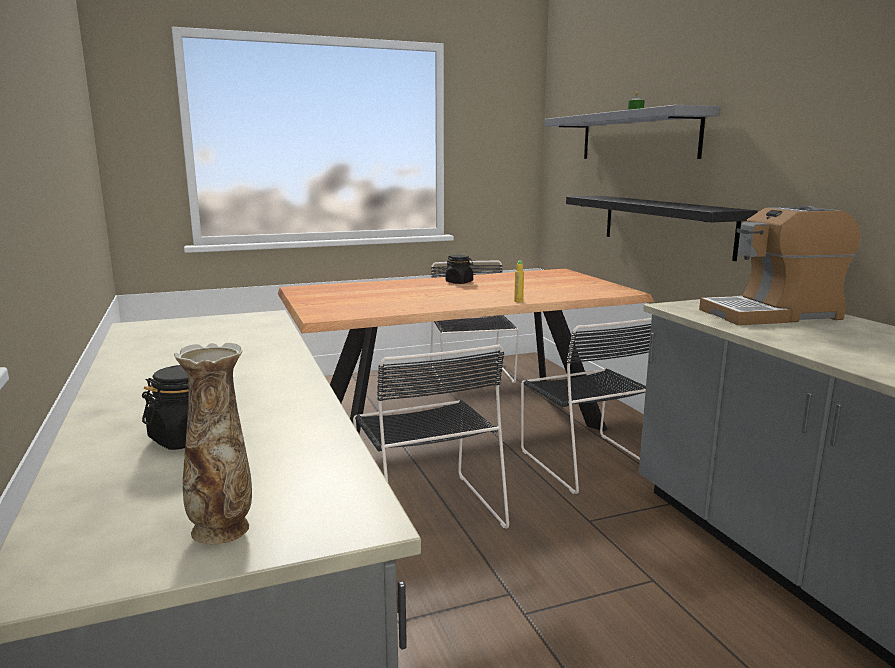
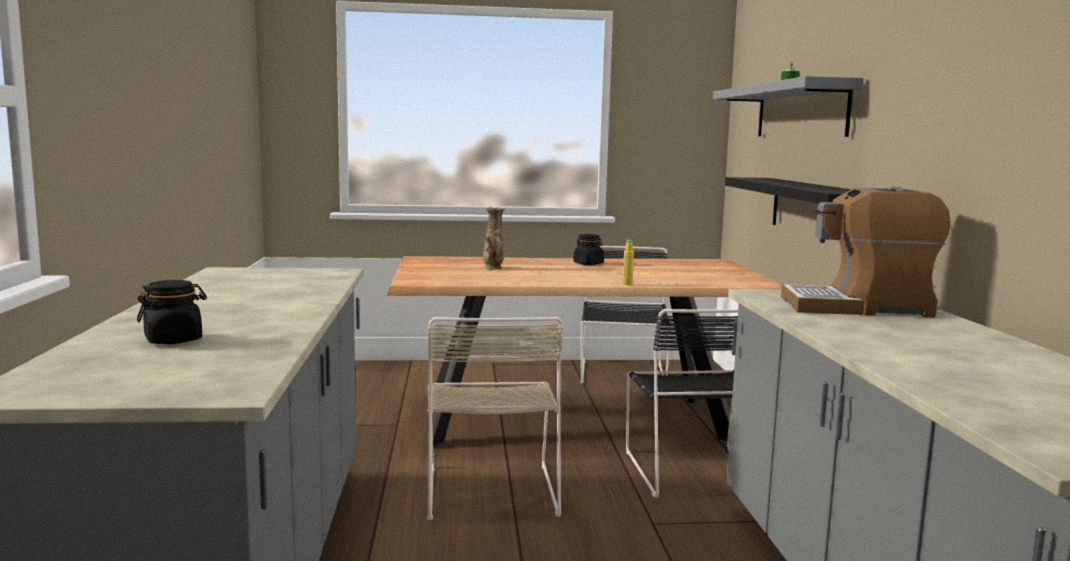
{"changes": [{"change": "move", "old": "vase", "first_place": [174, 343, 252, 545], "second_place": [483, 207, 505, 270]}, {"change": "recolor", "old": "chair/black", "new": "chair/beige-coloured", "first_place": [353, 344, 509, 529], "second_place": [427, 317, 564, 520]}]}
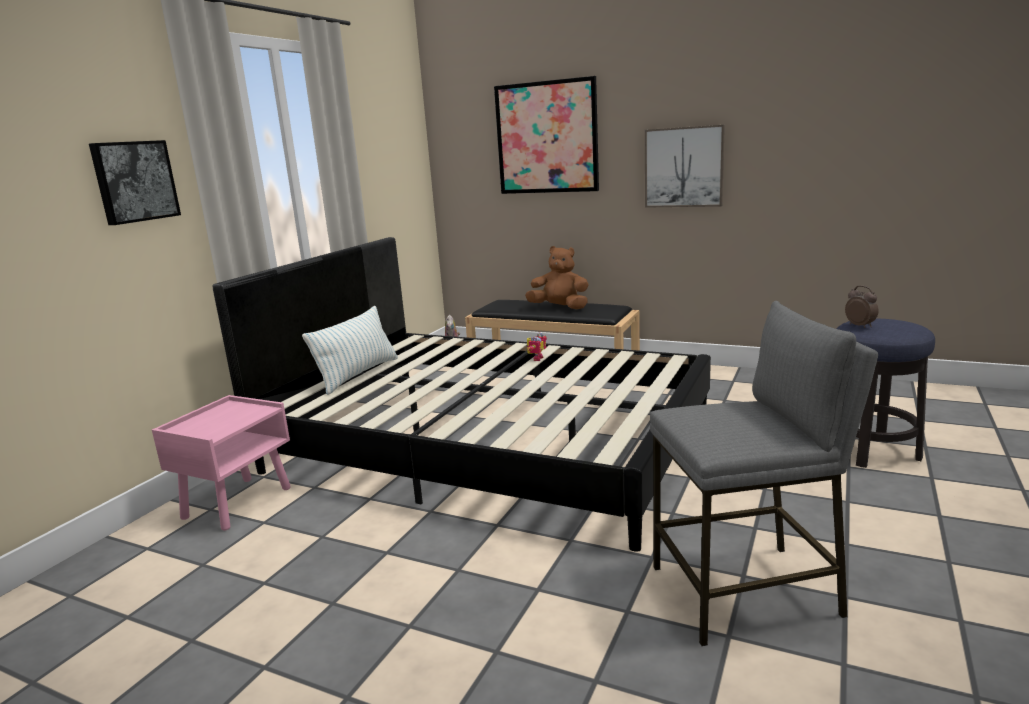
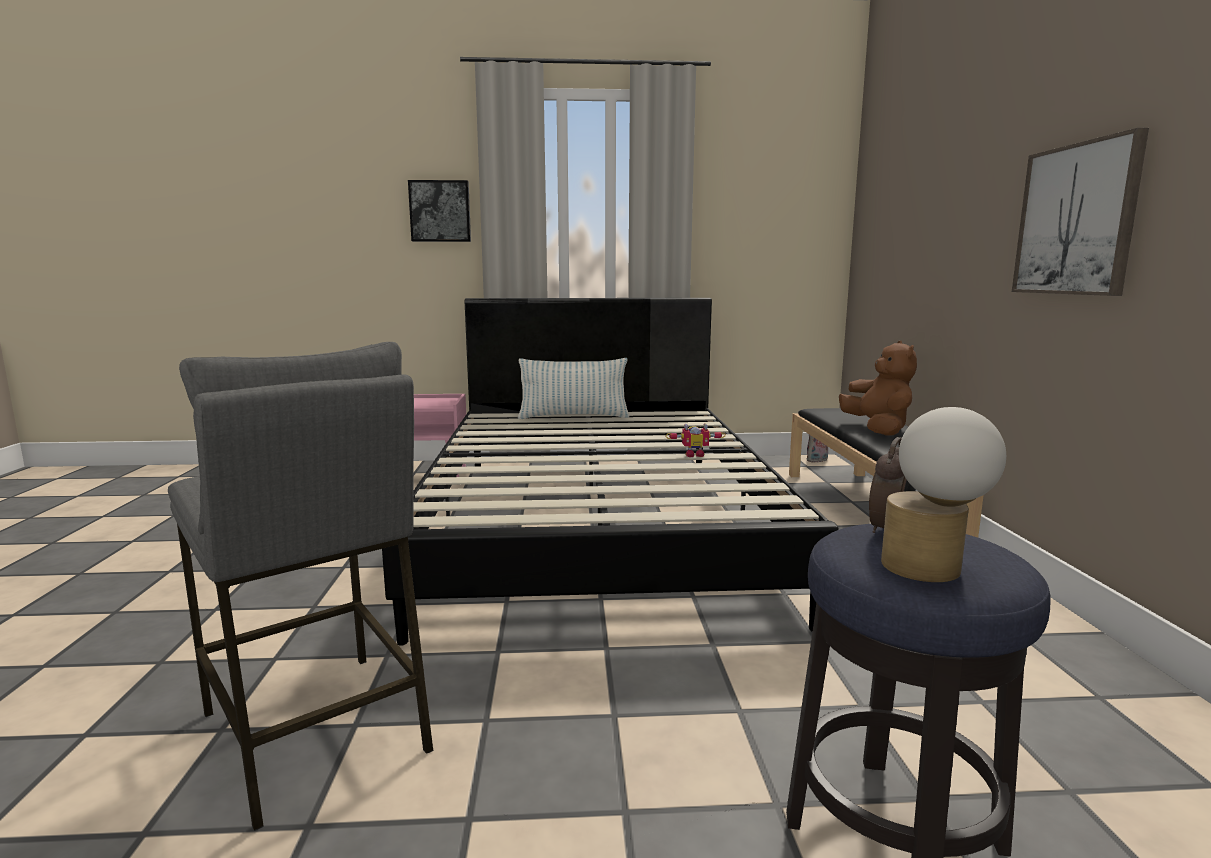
{"changes": [{"change": "delete", "old": "picture", "first_place": [494, 76, 599, 194]}, {"change": "insert", "new": "lamp for a table", "second_place": [881, 407, 1006, 582]}]}
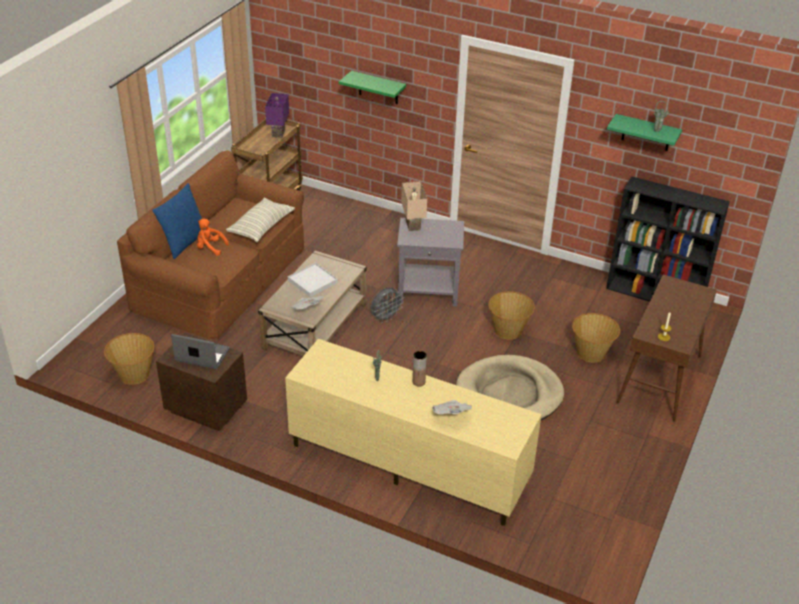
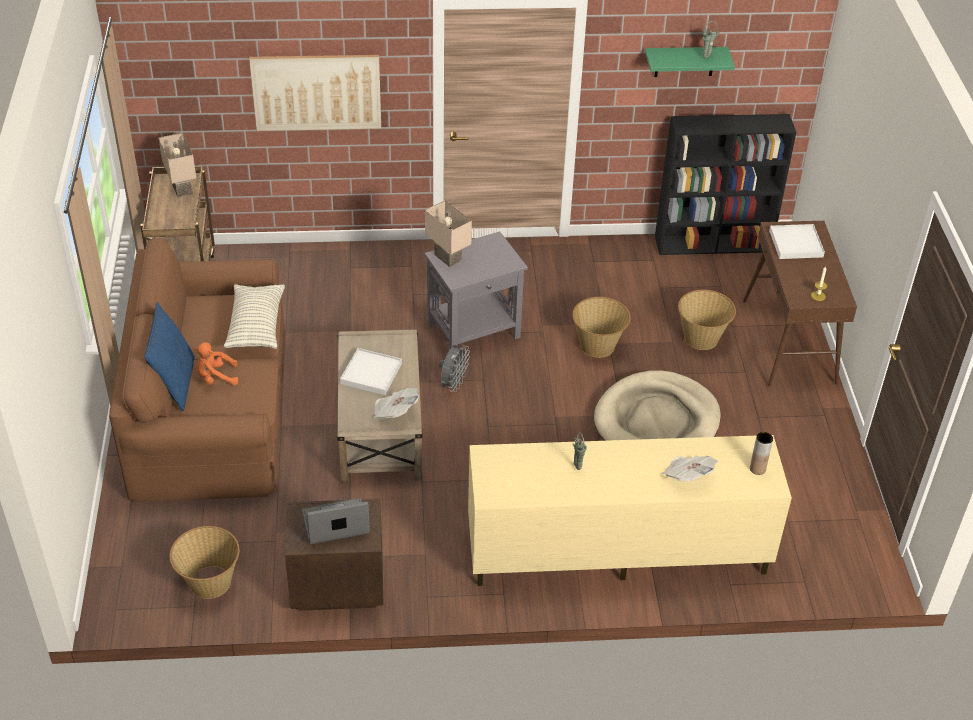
{"changes": [{"change": "insert", "new": "tray/white", "second_place": [769, 224, 825, 259]}, {"change": "move", "old": "vase/brownish", "first_place": [413, 351, 427, 387], "second_place": [750, 432, 773, 475]}, {"change": "replace", "old": "bracket shelf/green-coloured", "new": "picture", "first_place": [339, 71, 406, 104], "second_place": [249, 55, 381, 131]}, {"change": "recolor", "old": "lamp for a table/purple-coloured", "new": "lamp for a table/beige-coloured", "first_place": [265, 93, 289, 138], "second_place": [158, 133, 196, 197]}]}
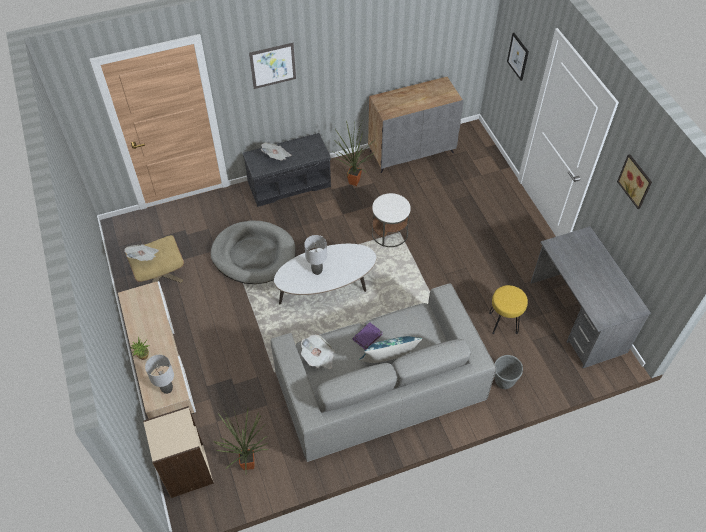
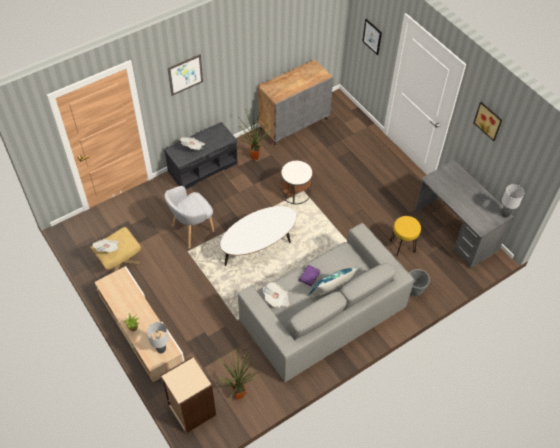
{"changes": [{"change": "move", "old": "lamp for a table/grey", "first_place": [304, 235, 327, 275], "second_place": [502, 184, 525, 218]}, {"change": "replace", "old": "dog bed/grey", "new": "easy chair/grey", "first_place": [211, 221, 295, 284], "second_place": [164, 186, 215, 248]}]}
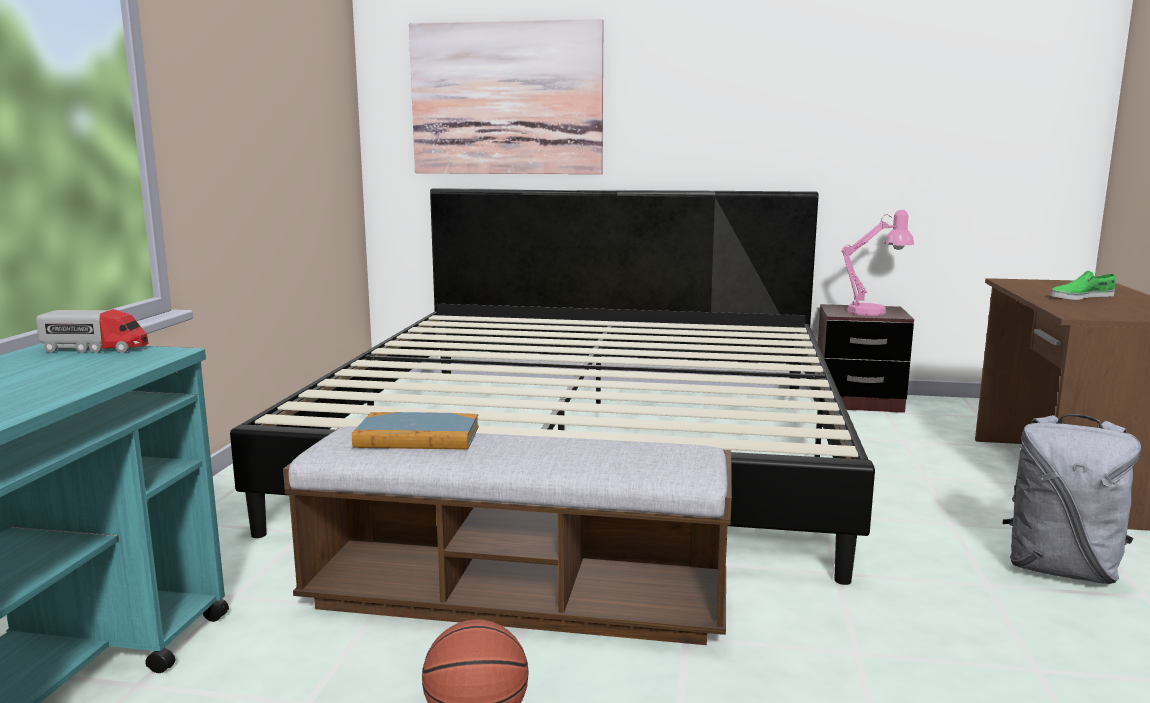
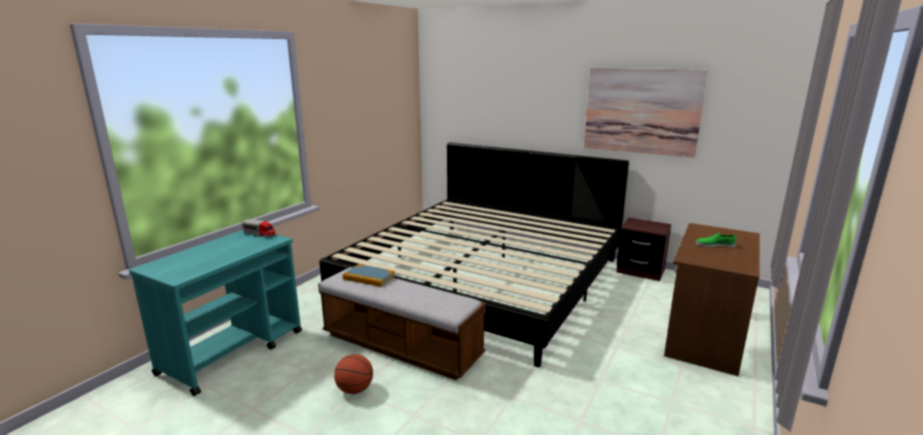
{"changes": [{"change": "delete", "old": "lamp for a table/pink-coloured", "first_place": [841, 210, 914, 316]}, {"change": "delete", "old": "rucksack/grey", "first_place": [1002, 414, 1141, 584]}, {"change": "move", "old": "picture", "first_place": [409, 19, 604, 174], "second_place": [584, 67, 708, 158]}]}
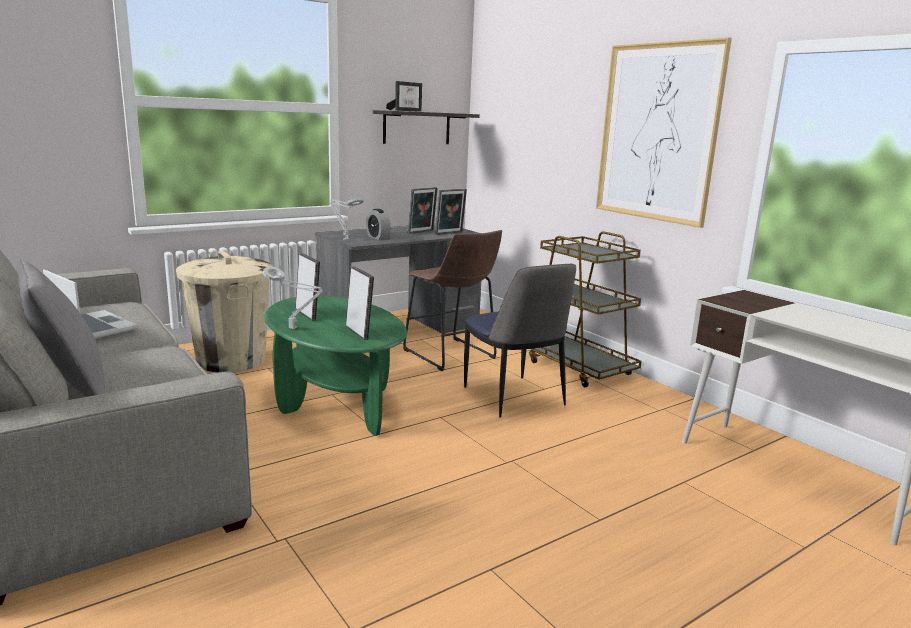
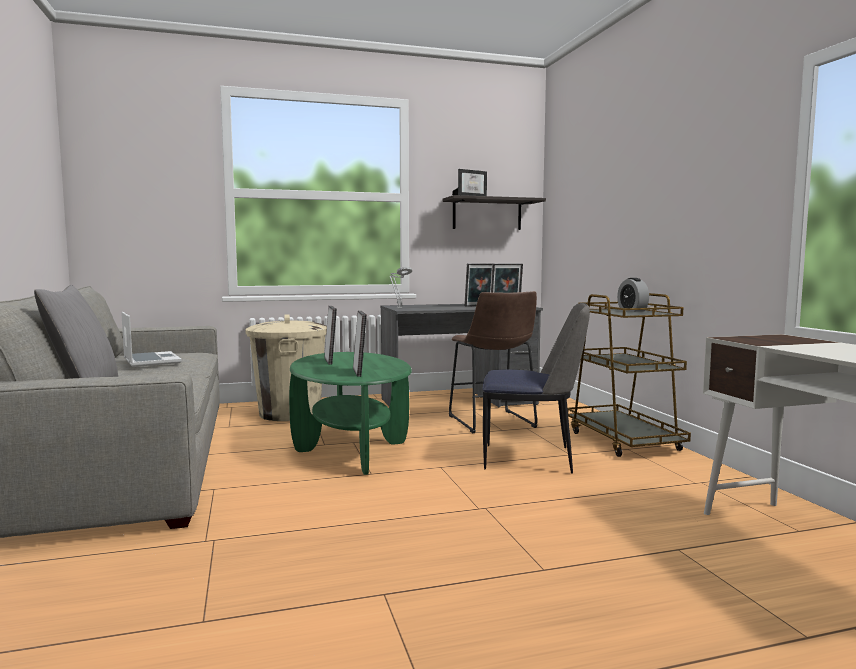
{"changes": [{"change": "delete", "old": "lamp for a table/grey", "first_place": [263, 267, 323, 329]}, {"change": "delete", "old": "picture", "first_place": [596, 37, 732, 228]}, {"change": "move", "old": "table clock", "first_place": [366, 209, 391, 240], "second_place": [617, 278, 649, 312]}, {"change": "rotate", "old": "chair", "first_place": [464, 264, 576, 418], "second_place": [482, 303, 590, 473], "degrees": -75}]}
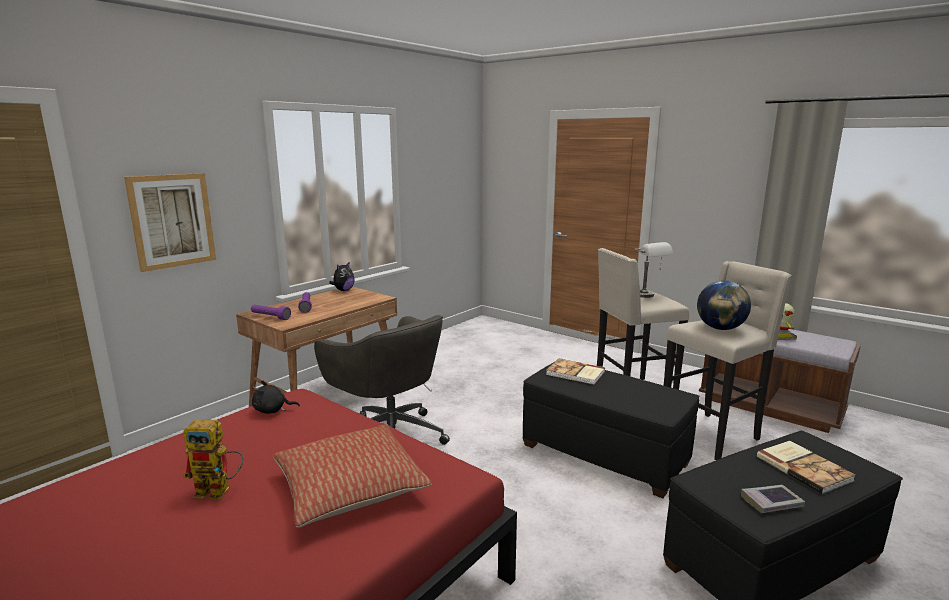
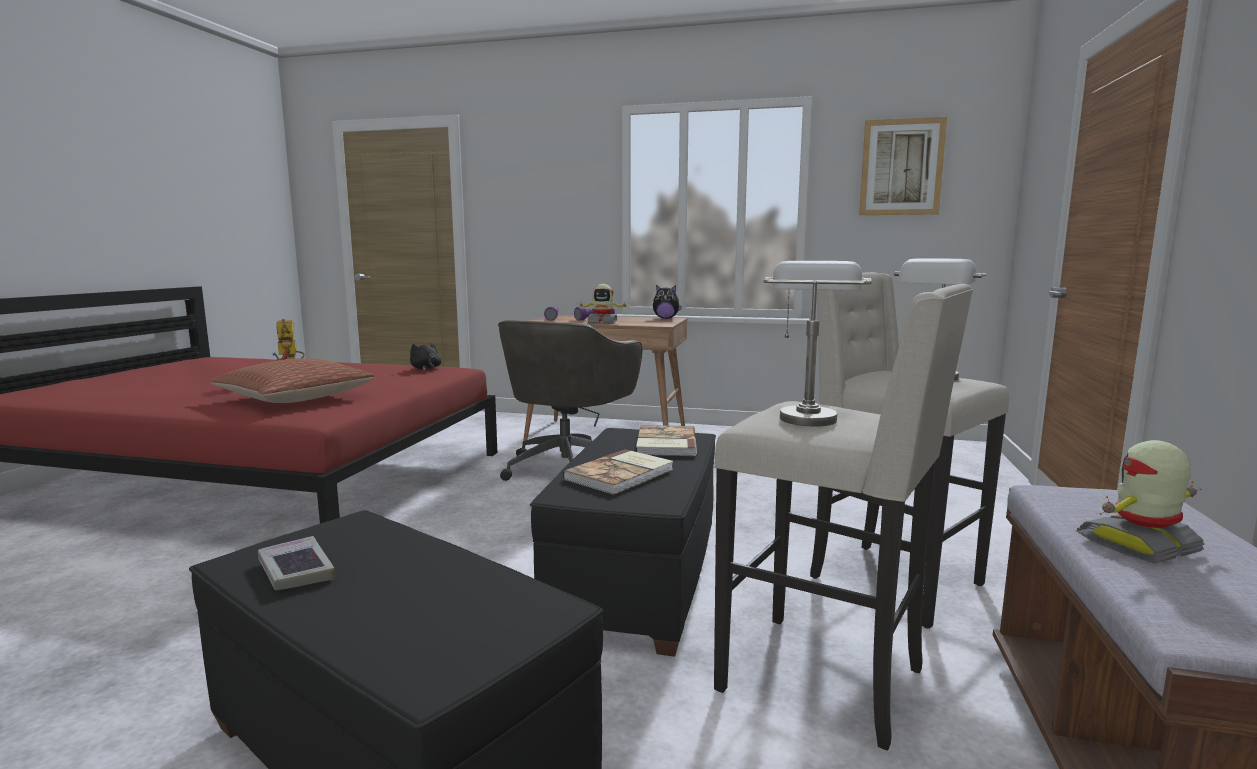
{"changes": [{"change": "insert", "new": "toy robot", "second_place": [578, 284, 629, 324]}, {"change": "move", "old": "picture", "first_place": [124, 173, 216, 272], "second_place": [859, 117, 947, 215]}, {"change": "move", "old": "volume", "first_place": [757, 441, 856, 494], "second_place": [563, 449, 674, 495]}, {"change": "replace", "old": "world globe", "new": "lamp for a table/grey", "first_place": [697, 280, 751, 330], "second_place": [763, 261, 872, 426]}]}
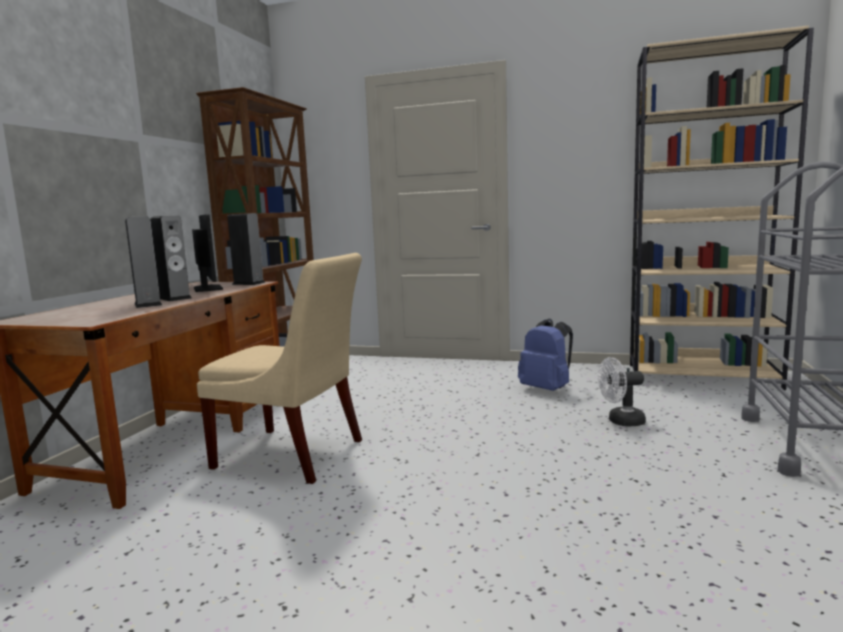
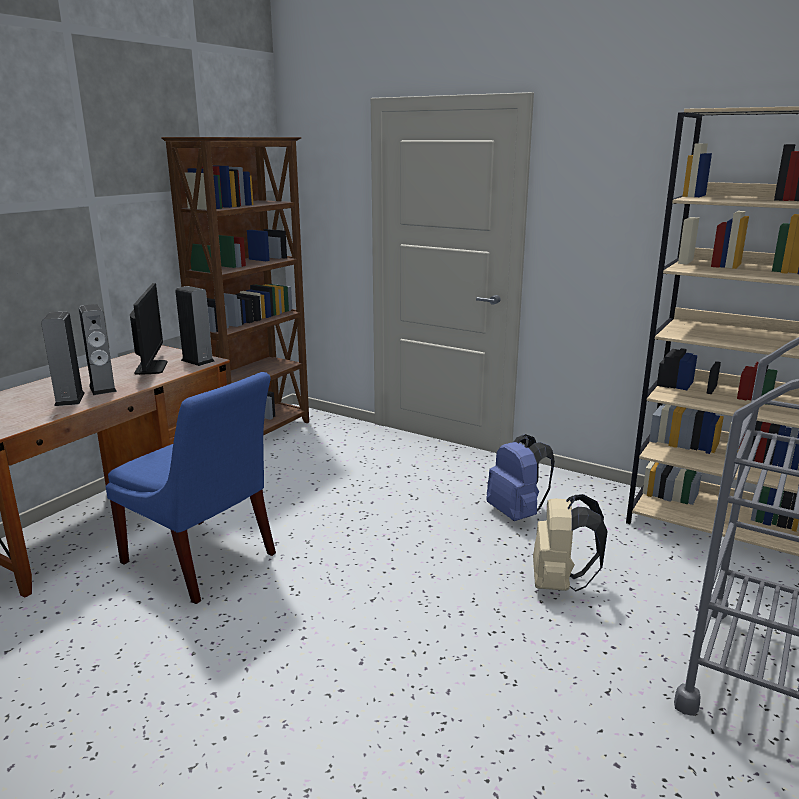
{"changes": [{"change": "replace", "old": "electric fan/white", "new": "rucksack/beige-coloured", "first_place": [598, 357, 646, 427], "second_place": [533, 494, 608, 591]}, {"change": "recolor", "old": "chair/beige-coloured", "new": "chair/blue-coloured", "first_place": [197, 253, 362, 484], "second_place": [106, 372, 276, 604]}]}
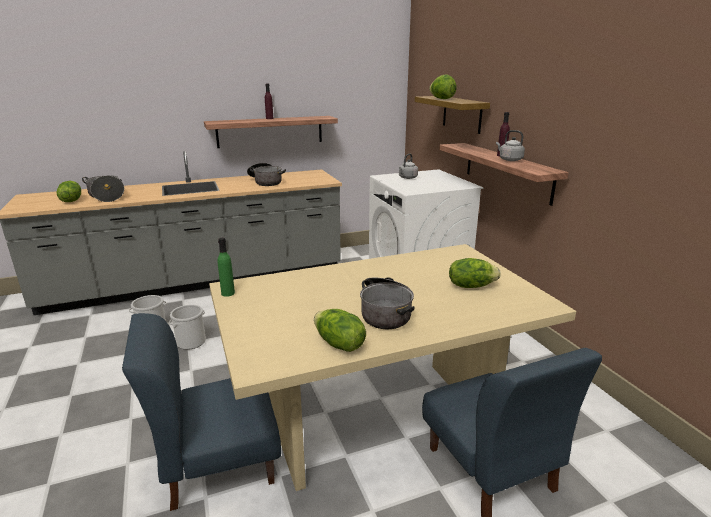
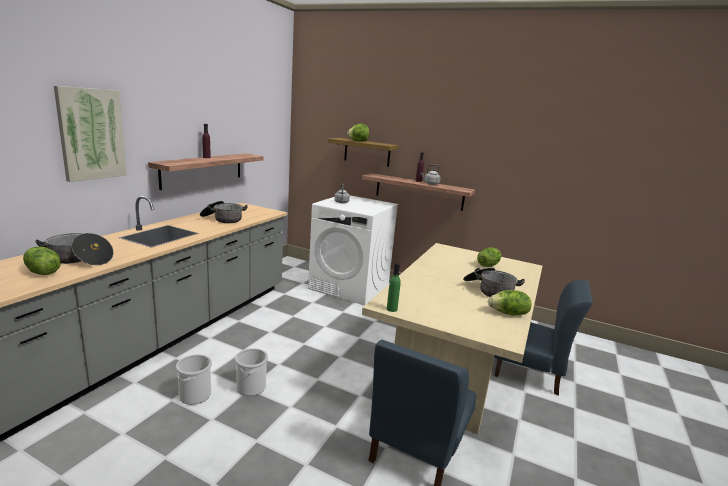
{"changes": [{"change": "insert", "new": "picture", "second_place": [54, 86, 127, 182]}]}
